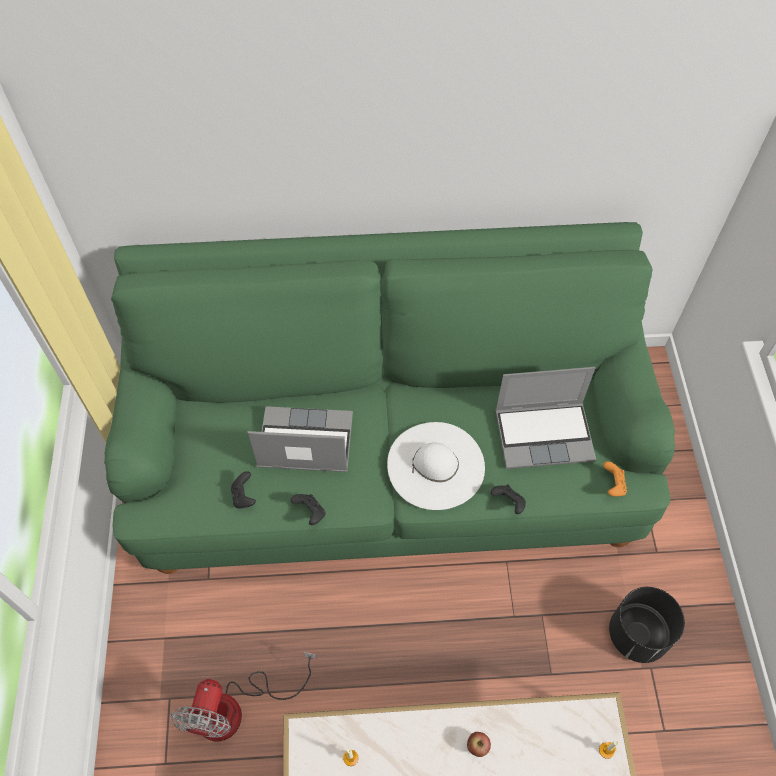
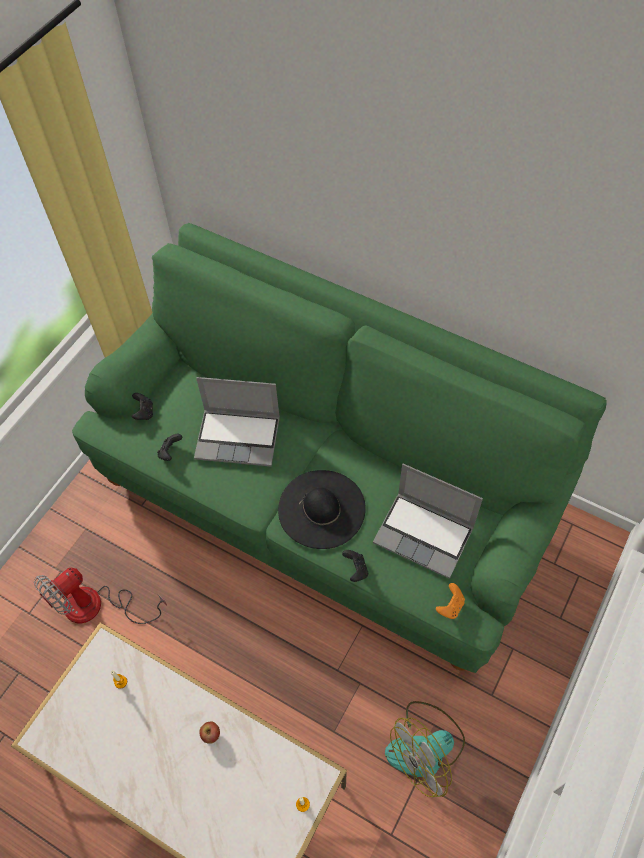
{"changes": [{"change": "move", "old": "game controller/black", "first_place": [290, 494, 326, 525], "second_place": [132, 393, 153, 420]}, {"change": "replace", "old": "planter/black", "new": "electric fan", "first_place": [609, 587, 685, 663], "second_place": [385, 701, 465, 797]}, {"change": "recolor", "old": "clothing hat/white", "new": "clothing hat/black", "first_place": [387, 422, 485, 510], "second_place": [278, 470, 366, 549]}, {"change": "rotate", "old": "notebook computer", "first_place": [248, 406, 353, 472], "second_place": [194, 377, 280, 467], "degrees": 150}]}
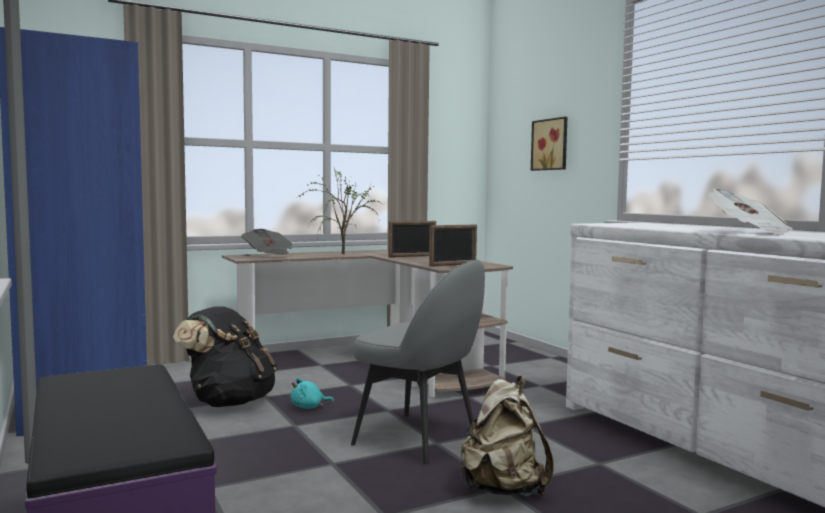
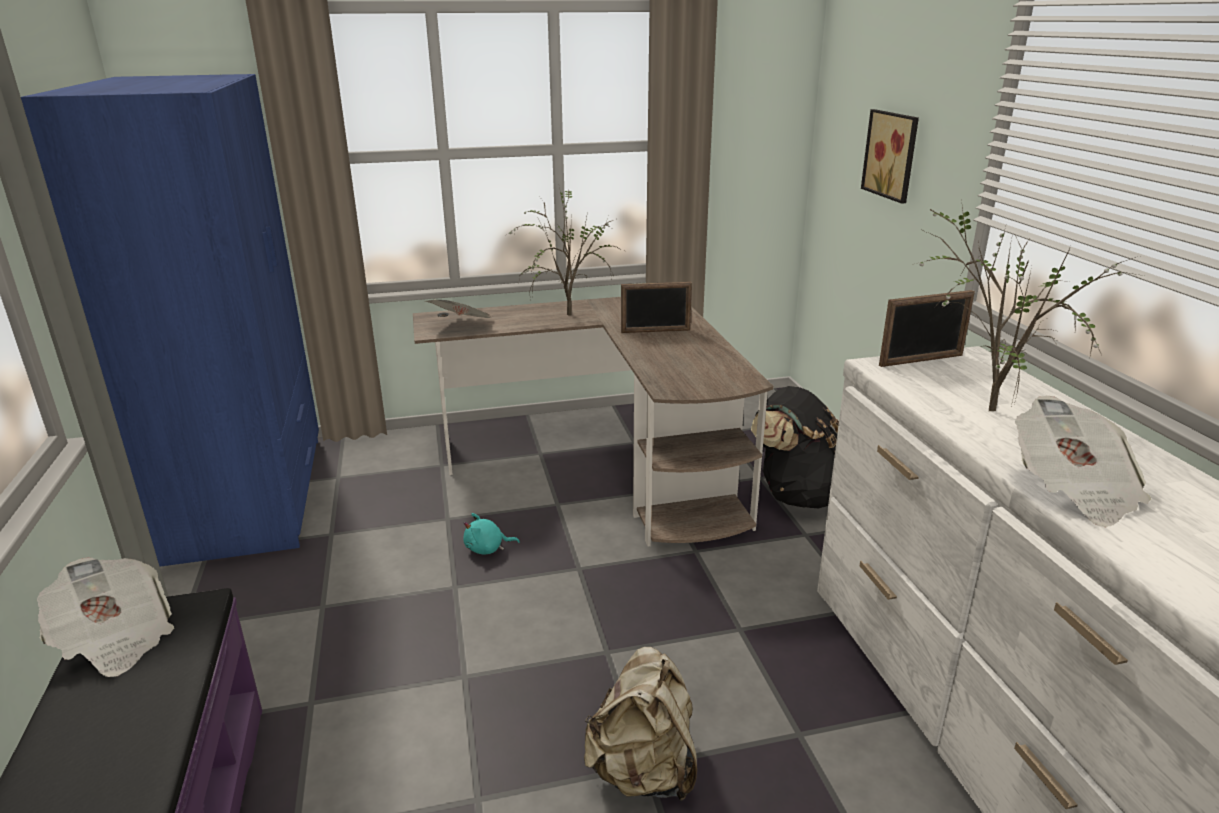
{"changes": [{"change": "delete", "old": "chair/grey", "first_place": [351, 260, 485, 464]}, {"change": "insert", "new": "daily paper", "second_place": [37, 557, 174, 677]}, {"change": "insert", "new": "plant in a pot", "second_place": [912, 199, 1144, 411]}, {"change": "move", "old": "rucksack/black", "first_place": [173, 306, 277, 407], "second_place": [751, 386, 839, 509]}, {"change": "move", "old": "standing frame", "first_place": [429, 225, 477, 267], "second_place": [879, 290, 975, 367]}]}
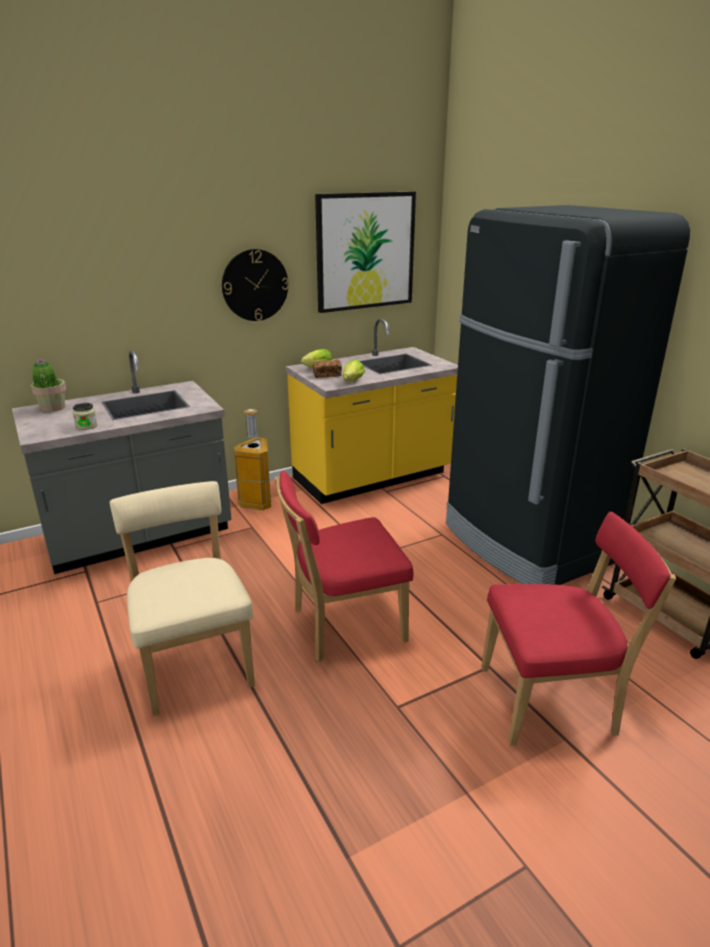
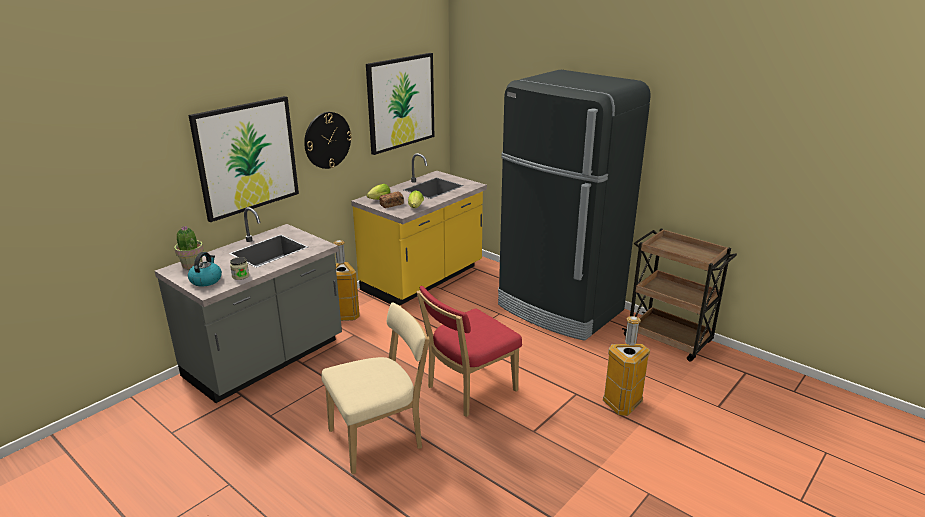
{"changes": [{"change": "insert", "new": "kettle", "second_place": [188, 252, 222, 287]}, {"change": "insert", "new": "picture", "second_place": [189, 96, 299, 222]}, {"change": "replace", "old": "chair/red", "new": "trash can", "first_place": [481, 512, 676, 745], "second_place": [603, 316, 650, 416]}, {"change": "rotate", "old": "chair/beige-coloured", "first_place": [110, 481, 255, 716], "second_place": [321, 302, 430, 474], "degrees": 105}]}
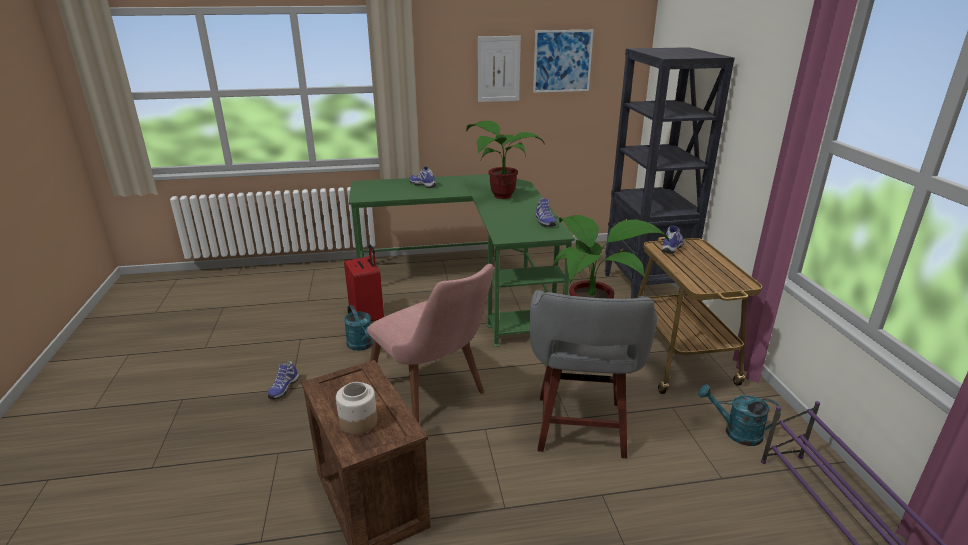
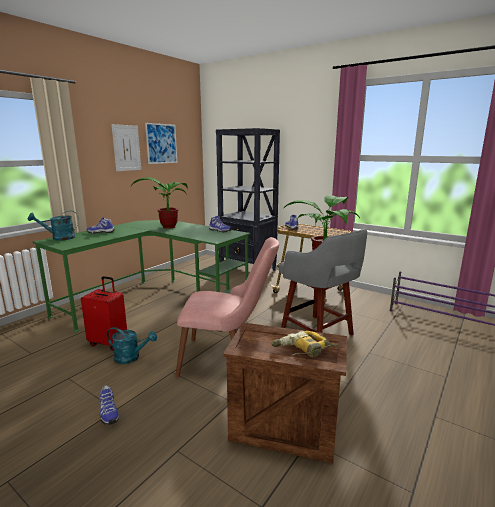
{"changes": [{"change": "move", "old": "sprinkling can/blue-green", "first_place": [698, 385, 781, 446], "second_place": [28, 211, 79, 240]}, {"change": "replace", "old": "storage jar", "new": "electric drill", "first_place": [336, 382, 377, 435], "second_place": [271, 331, 339, 357]}]}
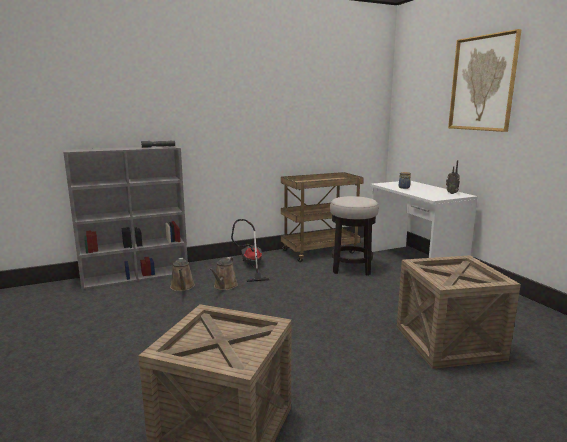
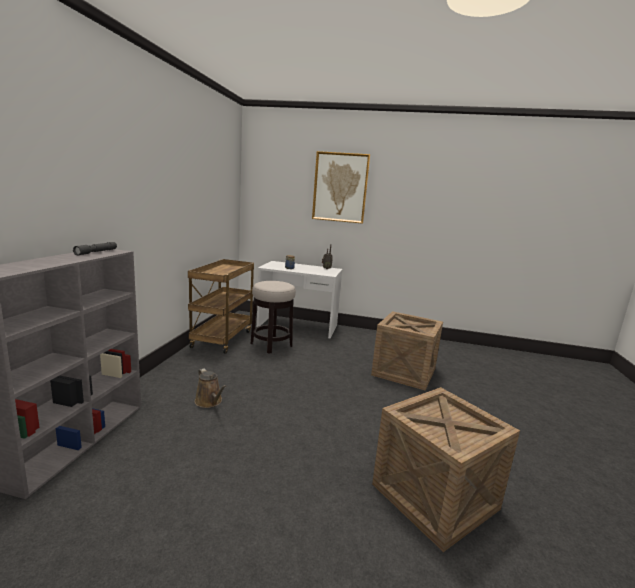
{"changes": [{"change": "delete", "old": "sprinkling can/brownish", "first_place": [170, 258, 195, 291]}, {"change": "delete", "old": "hoover", "first_place": [231, 219, 270, 282]}]}
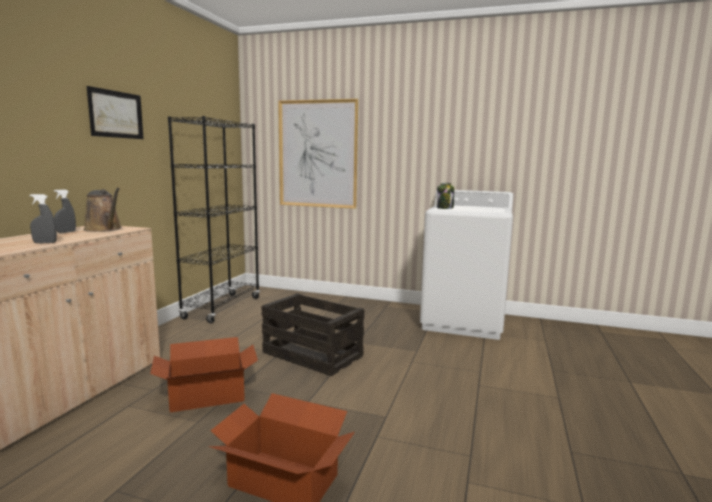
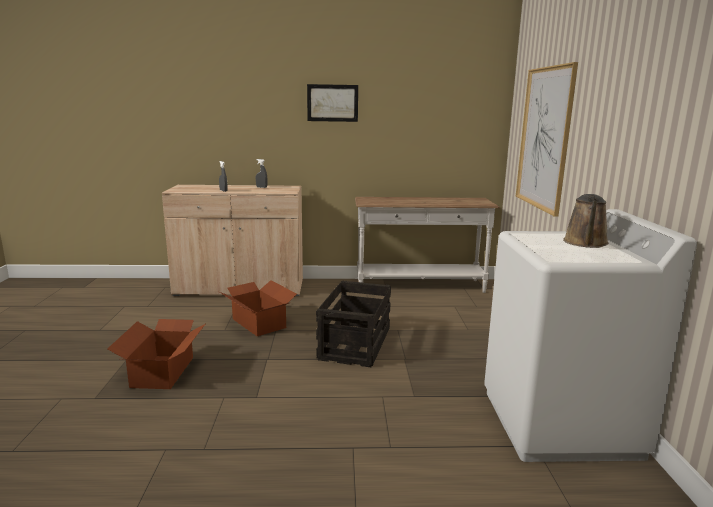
{"changes": [{"change": "delete", "old": "storage jar", "first_place": [437, 183, 454, 209]}, {"change": "move", "old": "sprinkling can/brownish", "first_place": [83, 188, 121, 232], "second_place": [563, 194, 609, 248]}, {"change": "replace", "old": "bookshelf/black", "new": "narrow table/white", "first_place": [168, 116, 260, 323], "second_place": [355, 197, 500, 293]}]}
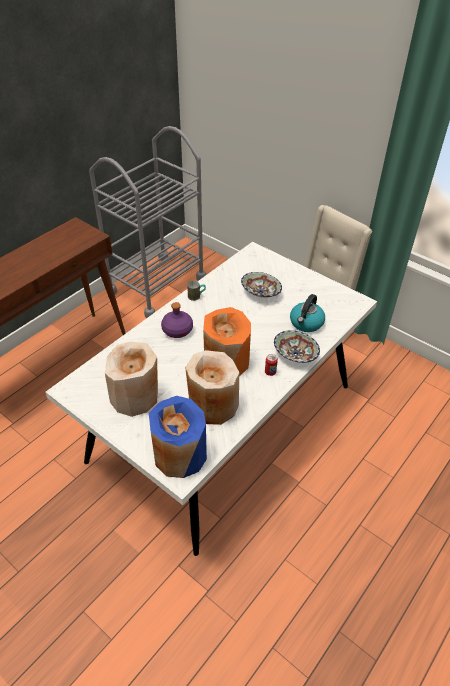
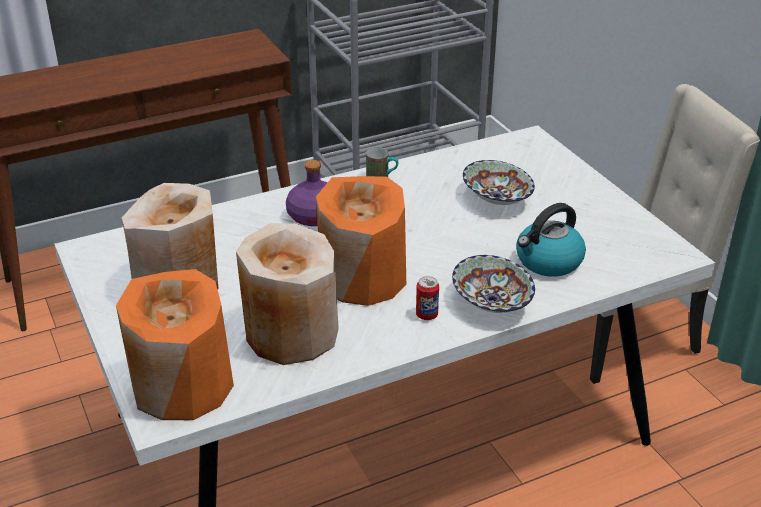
{"changes": [{"change": "recolor", "old": "vase/blue-coloured", "new": "vase/orange-coloured", "first_place": [149, 396, 207, 478], "second_place": [116, 269, 234, 420]}]}
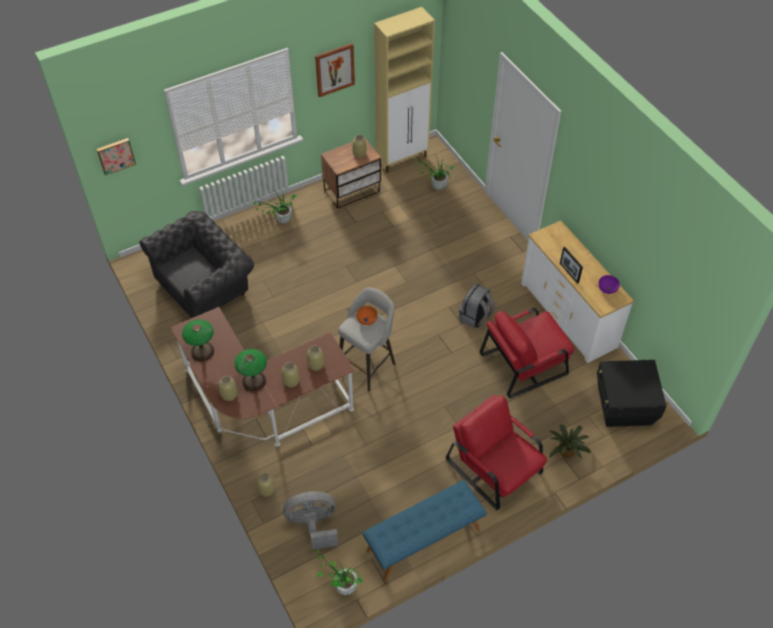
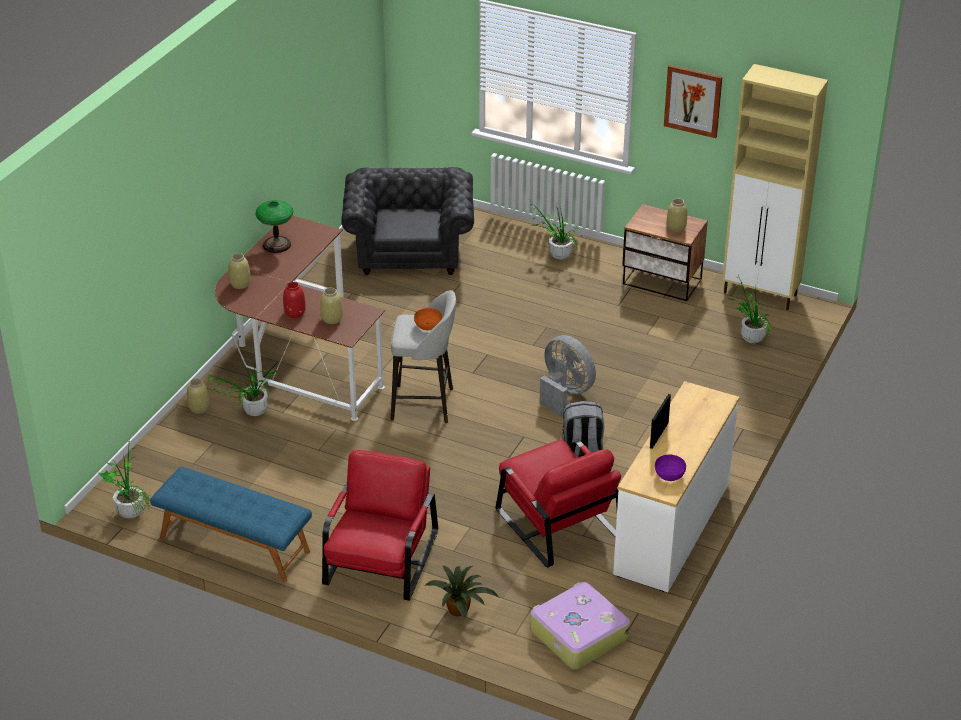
{"changes": [{"change": "delete", "old": "picture", "first_place": [97, 138, 136, 176]}, {"change": "delete", "old": "lamp for a table", "first_place": [234, 349, 267, 391]}, {"change": "insert", "new": "plant in a pot", "second_place": [208, 361, 277, 416]}, {"change": "move", "old": "electric fan/grey", "first_place": [283, 491, 338, 550], "second_place": [540, 335, 596, 418]}, {"change": "replace", "old": "storage box/black", "new": "travel case", "first_place": [597, 360, 667, 427], "second_place": [530, 582, 630, 669]}, {"change": "recolor", "old": "vase/beige-coloured", "new": "vase/red", "first_place": [282, 362, 300, 387], "second_place": [283, 282, 306, 318]}, {"change": "rotate", "old": "easy chair/grey", "first_place": [140, 211, 254, 318], "second_place": [341, 167, 474, 275], "degrees": -105}, {"change": "rotate", "old": "easy chair/red", "first_place": [480, 308, 574, 398], "second_place": [496, 440, 621, 567], "degrees": -150}]}
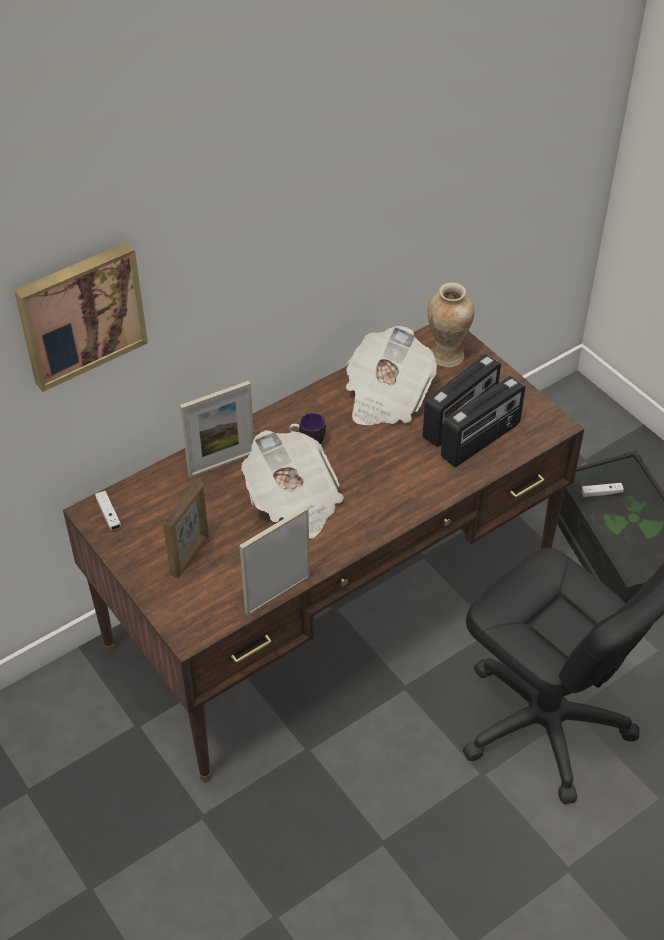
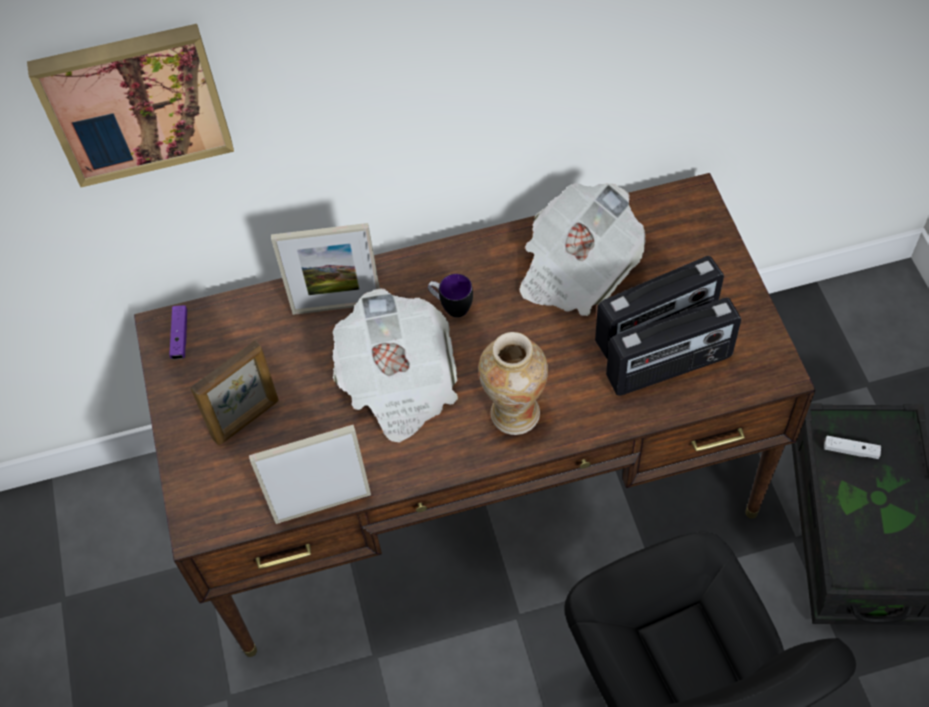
{"changes": [{"change": "move", "old": "vase", "first_place": [428, 283, 475, 368], "second_place": [478, 332, 548, 435]}, {"change": "recolor", "old": "game controller/white", "new": "game controller/purple-coloured", "first_place": [95, 491, 121, 530], "second_place": [169, 305, 187, 359]}]}
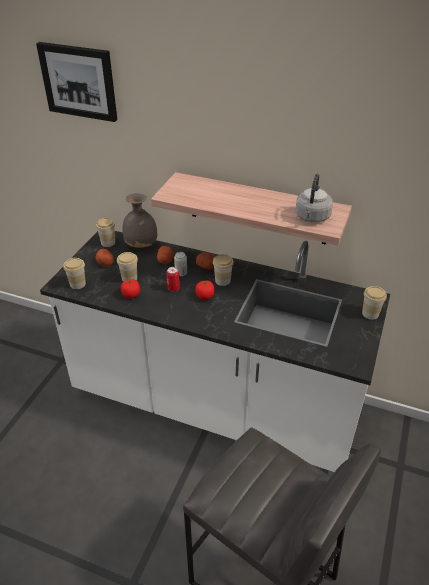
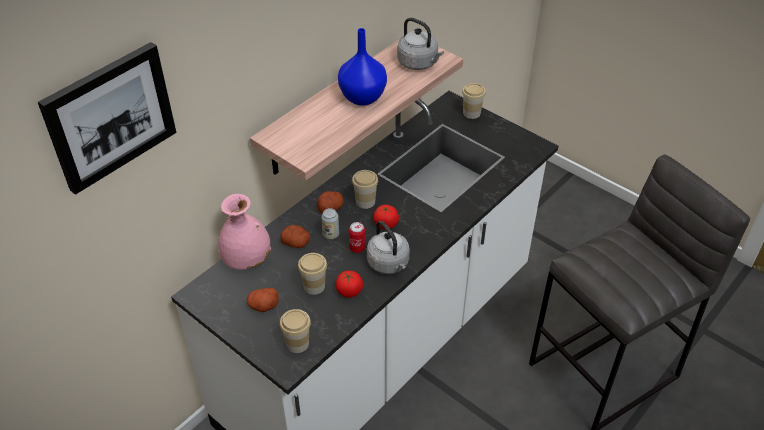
{"changes": [{"change": "delete", "old": "cup", "first_place": [96, 218, 115, 247]}, {"change": "insert", "new": "vase/blue-coloured", "second_place": [338, 28, 387, 106]}, {"change": "insert", "new": "kettle/grey", "second_place": [367, 221, 410, 274]}, {"change": "recolor", "old": "vase/grey", "new": "vase/pink-coloured", "first_place": [123, 193, 157, 248], "second_place": [218, 194, 271, 270]}]}
